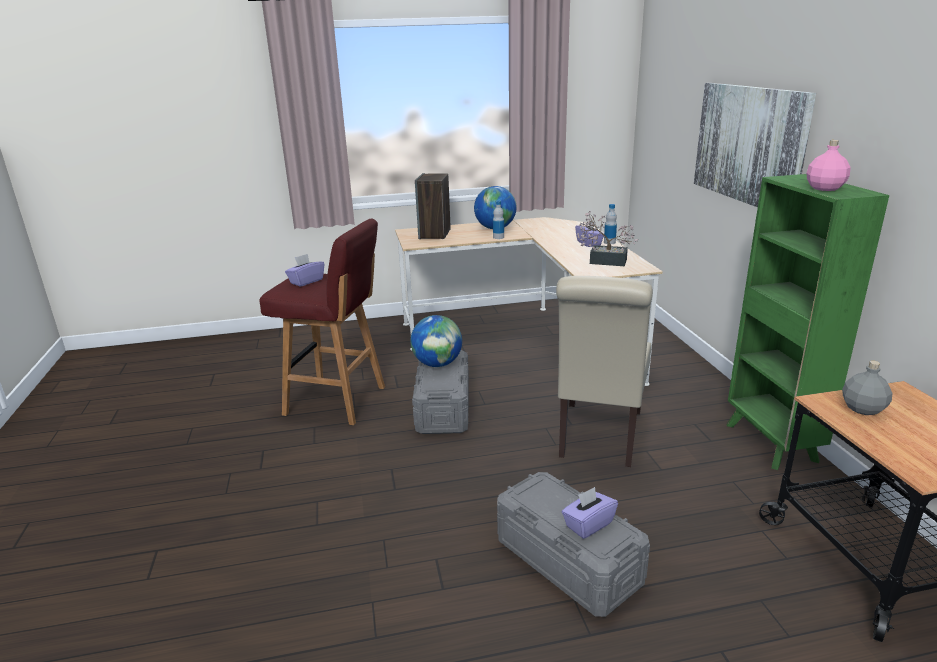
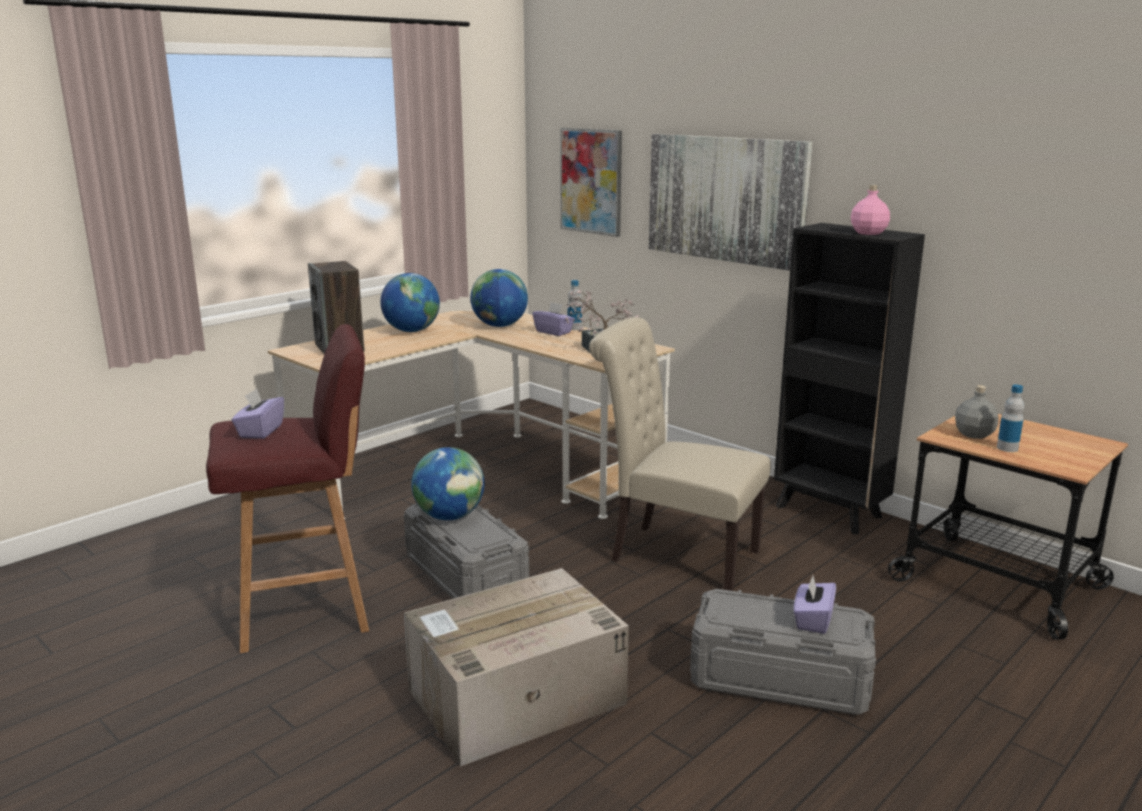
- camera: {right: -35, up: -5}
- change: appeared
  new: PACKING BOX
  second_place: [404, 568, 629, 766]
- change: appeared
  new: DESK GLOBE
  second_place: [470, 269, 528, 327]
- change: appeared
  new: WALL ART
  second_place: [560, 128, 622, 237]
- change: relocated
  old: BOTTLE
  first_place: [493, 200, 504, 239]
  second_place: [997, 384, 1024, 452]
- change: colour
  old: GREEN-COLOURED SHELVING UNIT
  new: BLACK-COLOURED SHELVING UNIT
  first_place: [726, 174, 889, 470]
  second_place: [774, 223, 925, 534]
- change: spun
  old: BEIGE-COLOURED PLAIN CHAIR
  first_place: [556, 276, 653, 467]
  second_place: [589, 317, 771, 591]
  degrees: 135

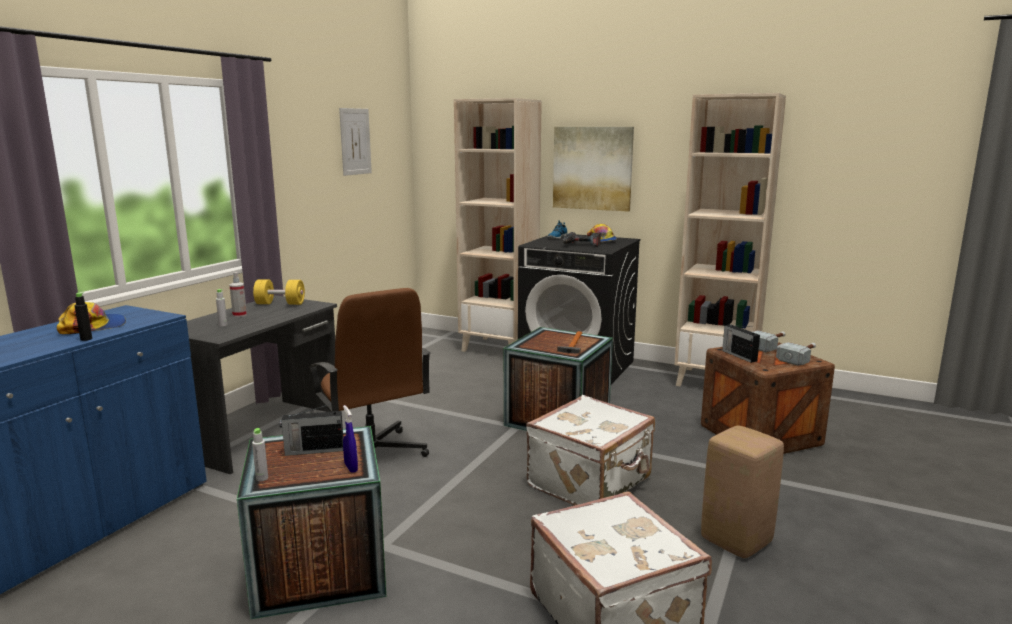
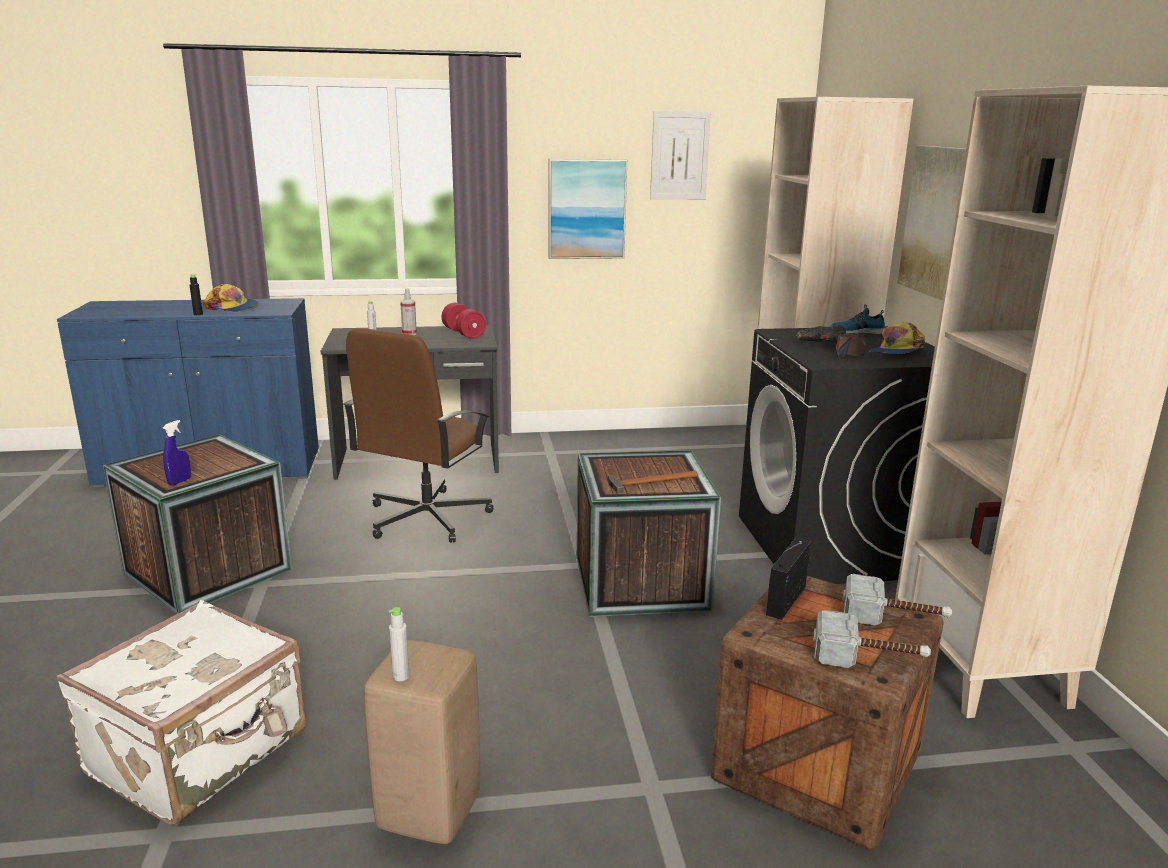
- camera: {right: 55, up: 5}
- change: missing
  old: RADIO RECEIVER
  first_place: [280, 403, 343, 456]
- change: missing
  old: WHITE TRAVEL CASE
  first_place: [526, 395, 655, 505]
- change: appeared
  new: WALL ART
  second_place: [548, 159, 627, 259]
- change: relocated
  old: GREYISH BOTTLE
  first_place: [252, 428, 268, 481]
  second_place: [389, 607, 410, 681]
- change: colour
  old: YELLOWISH DUMBBELL
  new: REDDISH DUMBBELL
  first_place: [253, 279, 305, 305]
  second_place: [442, 303, 486, 339]

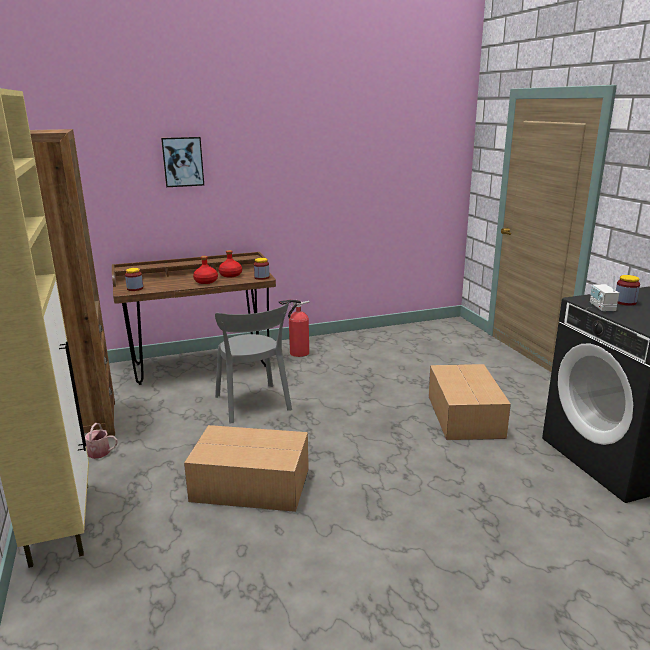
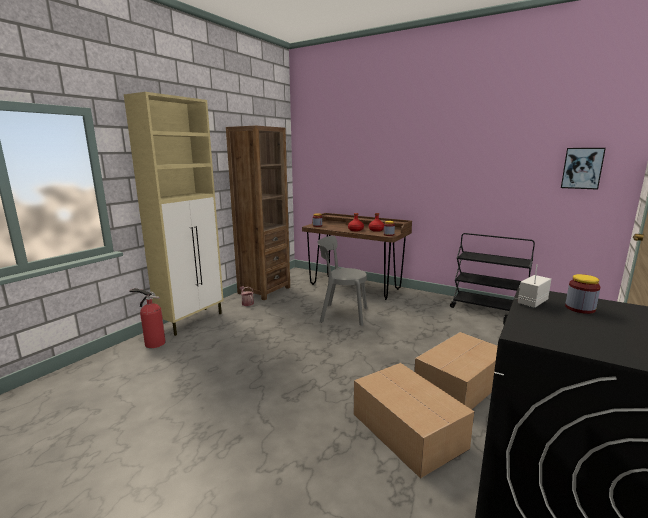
- camera: {right: 50, up: -5}
- change: appeared
  new: BLACK-COLOURED WHEELED CART
  second_place: [450, 233, 535, 311]
- change: relocated
  old: WALL ART
  first_place: [161, 137, 204, 187]
  second_place: [561, 148, 606, 190]
- change: relocated
  old: PACKING BOX
  first_place: [184, 425, 309, 512]
  second_place: [354, 363, 474, 479]
- change: relocated
  old: FIRE-FIGHTING CYLINDER
  first_place: [279, 300, 309, 357]
  second_place: [129, 288, 166, 348]
- change: spun
  old: GREYISH PLAIN CHAIR
  first_place: [215, 302, 292, 424]
  second_place: [317, 236, 367, 326]
  degrees: 75

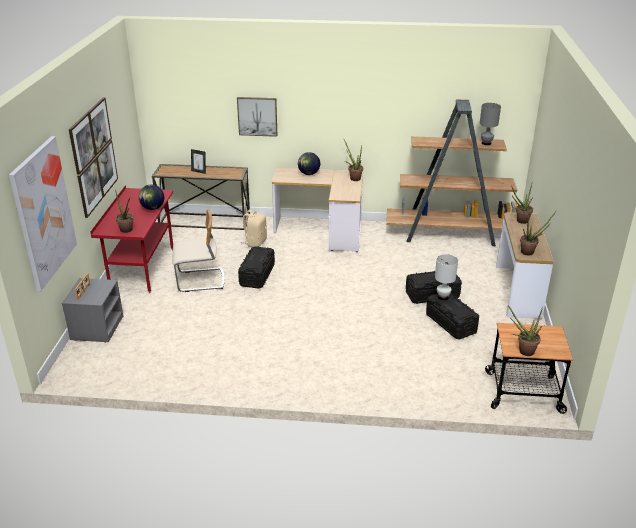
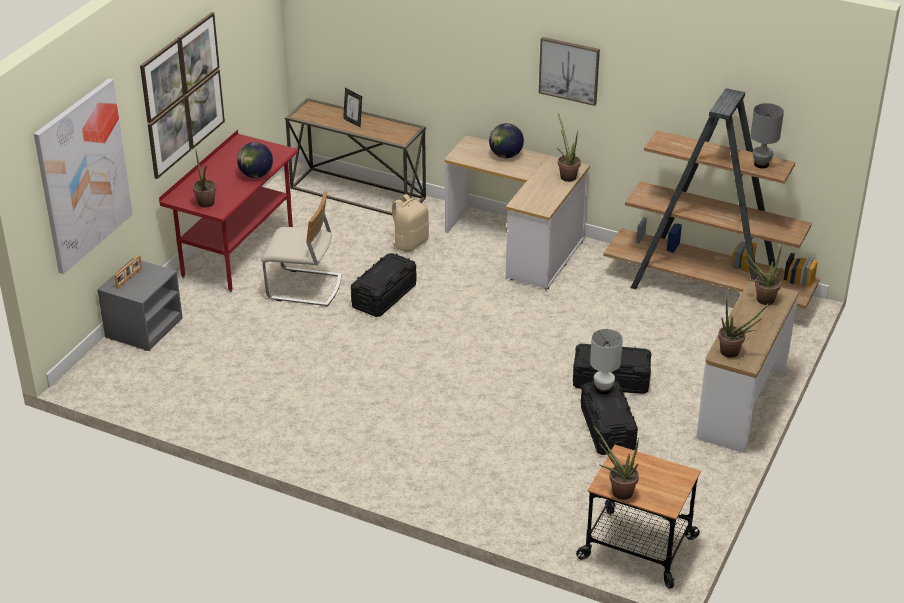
- camera: {right: 20, up: 5}
- change: relocated
  old: WALL ART
  first_place: [237, 97, 278, 137]
  second_place: [539, 37, 600, 106]

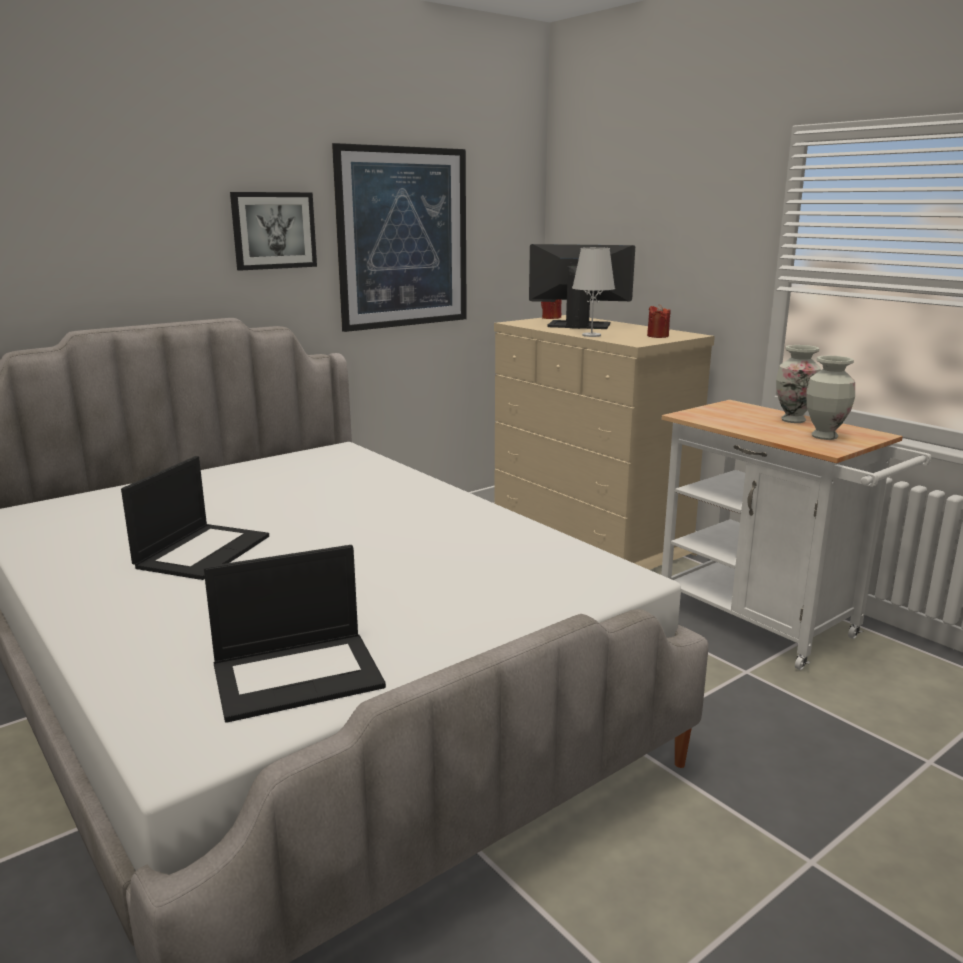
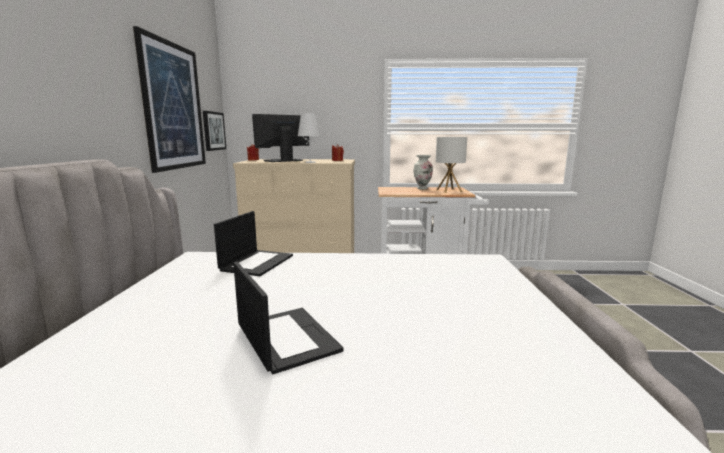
- camera: {right: -50, up: -5}
- change: relocated
  old: NOTEBOOK COMPUTER
  first_place: [204, 545, 386, 723]
  second_place: [214, 211, 293, 276]
- change: relocated
  old: WALL ART
  first_place: [230, 192, 317, 271]
  second_place: [203, 111, 226, 151]
- change: exchanged
  old: VASE
  new: TABLE LAMP
  first_place: [806, 356, 855, 440]
  second_place: [436, 137, 467, 193]

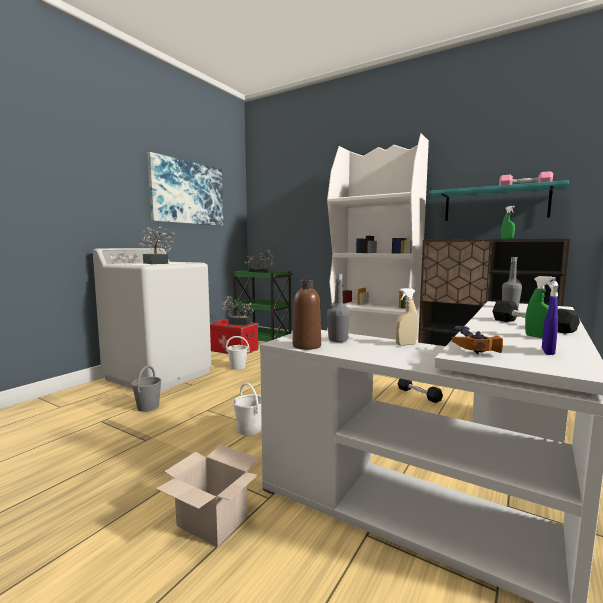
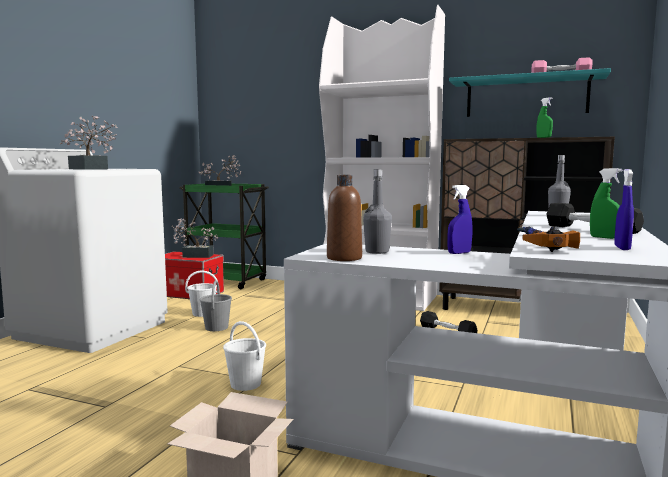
- camera: {right: -10, up: 0}
- change: missing
  old: WALL ART
  first_place: [148, 152, 223, 226]
- change: relocated
  old: GREYISH BUCKET
  first_place: [131, 365, 162, 412]
  second_place: [200, 280, 232, 331]
- change: colour
  old: BEIGE-COLOURED SPRAY BOTTLE
  new: BLUE-COLOURED SPRAY BOTTLE
  first_place: [395, 288, 418, 345]
  second_place: [447, 185, 473, 254]

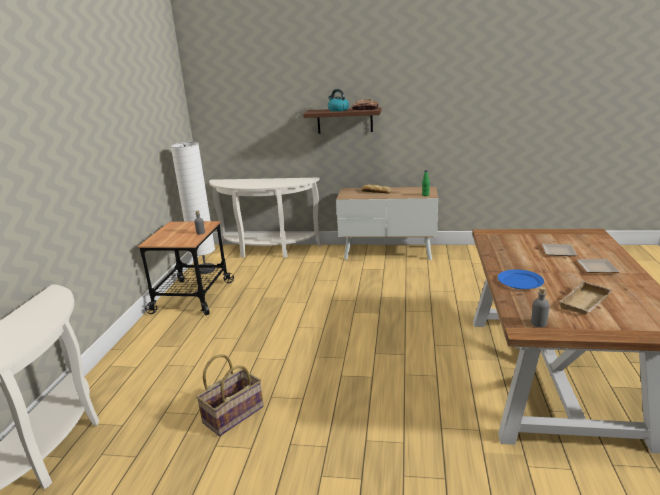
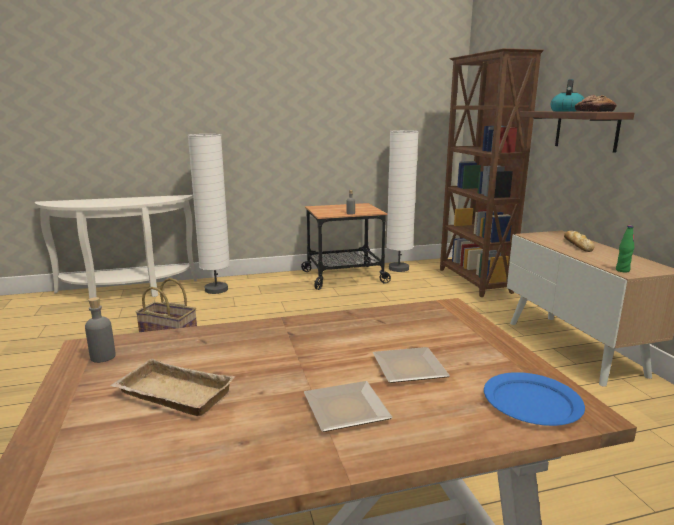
- camera: {right: 65, up: -5}
- change: appeared
  new: WHITE STANDING LAMP
  second_place: [188, 134, 230, 294]
- change: relocated
  old: BLUE-COLOURED PLATE
  first_place: [498, 269, 544, 289]
  second_place: [484, 372, 585, 426]
- change: exchanged
  old: WHITE NARROW TABLE
  new: BROWNISH SHELVING UNIT
  first_place: [209, 178, 321, 258]
  second_place: [440, 48, 544, 297]

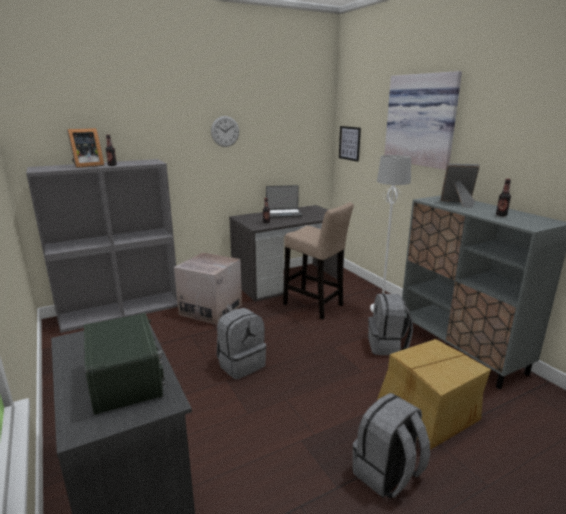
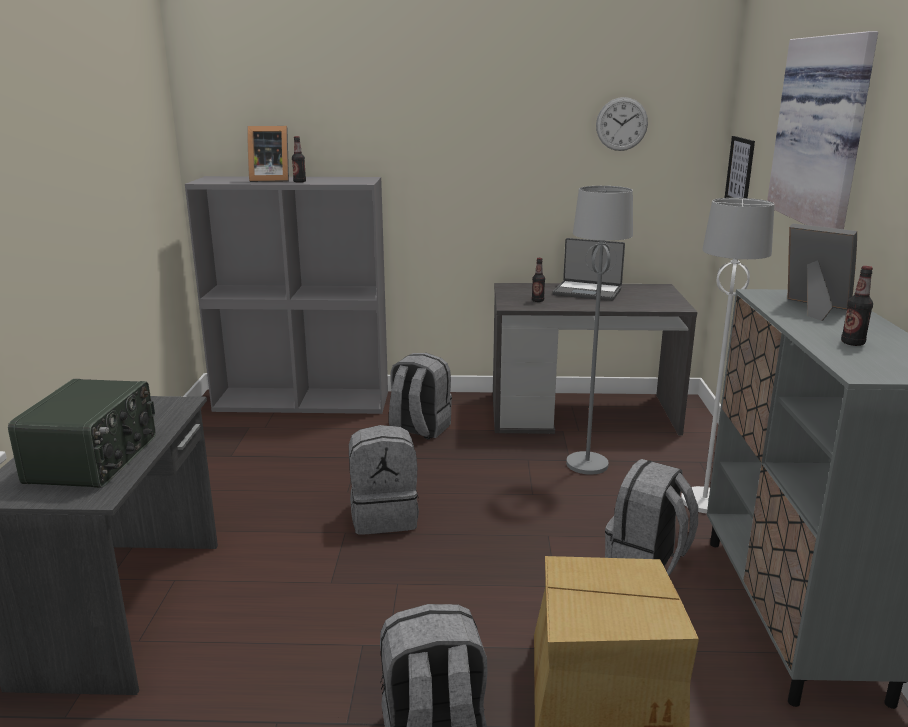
- camera: {right: 30, up: 0}
- change: relocated
  old: HANGING CLOCK
  first_place: [211, 116, 239, 147]
  second_place: [596, 97, 648, 151]
- change: exchanged
  old: PACKING BOX
  new: GREYISH RUCKSACK
  first_place: [174, 252, 242, 325]
  second_place: [389, 353, 452, 440]
- change: exchanged
  old: BEIGE-COLOURED STOOL SEAT
  new: GREYISH STANDING LAMP
  first_place: [283, 202, 354, 320]
  second_place: [566, 186, 633, 475]

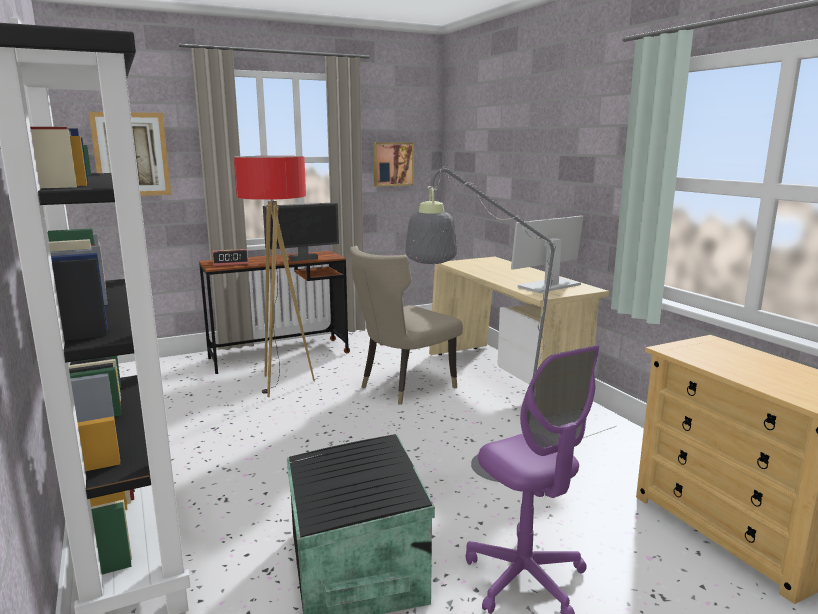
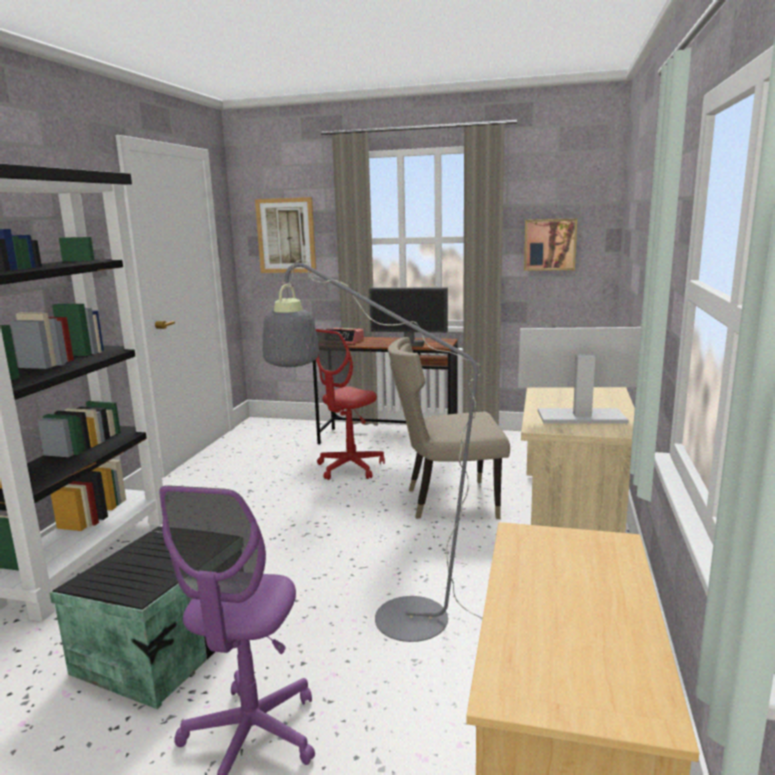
- camera: {right: 40, up: 0}
- change: exchanged
  old: STANDING LAMP
  new: REDDISH OFFICE CHAIR
  first_place: [234, 156, 315, 397]
  second_place: [316, 329, 385, 480]

